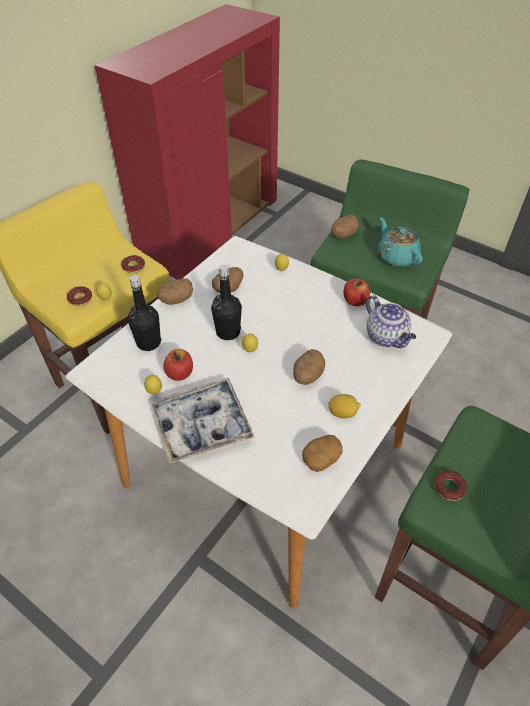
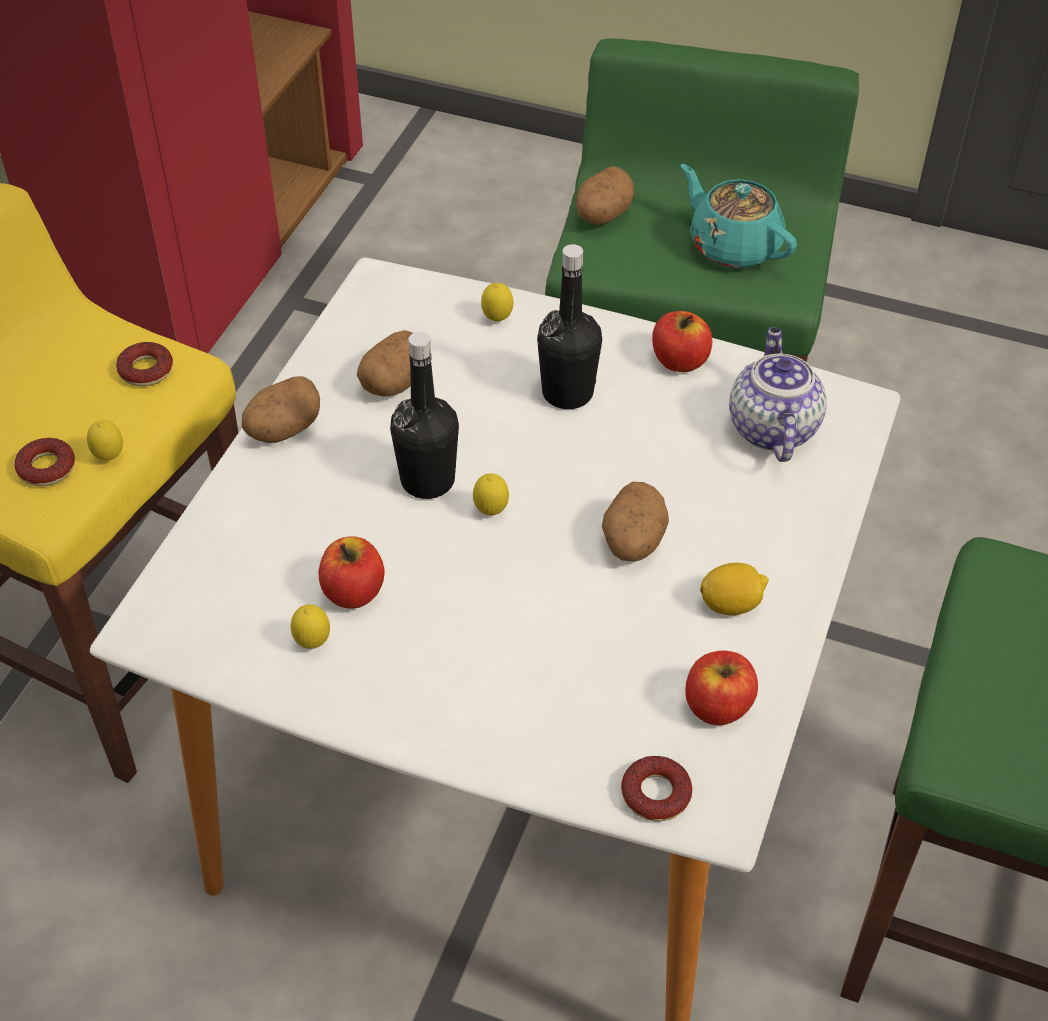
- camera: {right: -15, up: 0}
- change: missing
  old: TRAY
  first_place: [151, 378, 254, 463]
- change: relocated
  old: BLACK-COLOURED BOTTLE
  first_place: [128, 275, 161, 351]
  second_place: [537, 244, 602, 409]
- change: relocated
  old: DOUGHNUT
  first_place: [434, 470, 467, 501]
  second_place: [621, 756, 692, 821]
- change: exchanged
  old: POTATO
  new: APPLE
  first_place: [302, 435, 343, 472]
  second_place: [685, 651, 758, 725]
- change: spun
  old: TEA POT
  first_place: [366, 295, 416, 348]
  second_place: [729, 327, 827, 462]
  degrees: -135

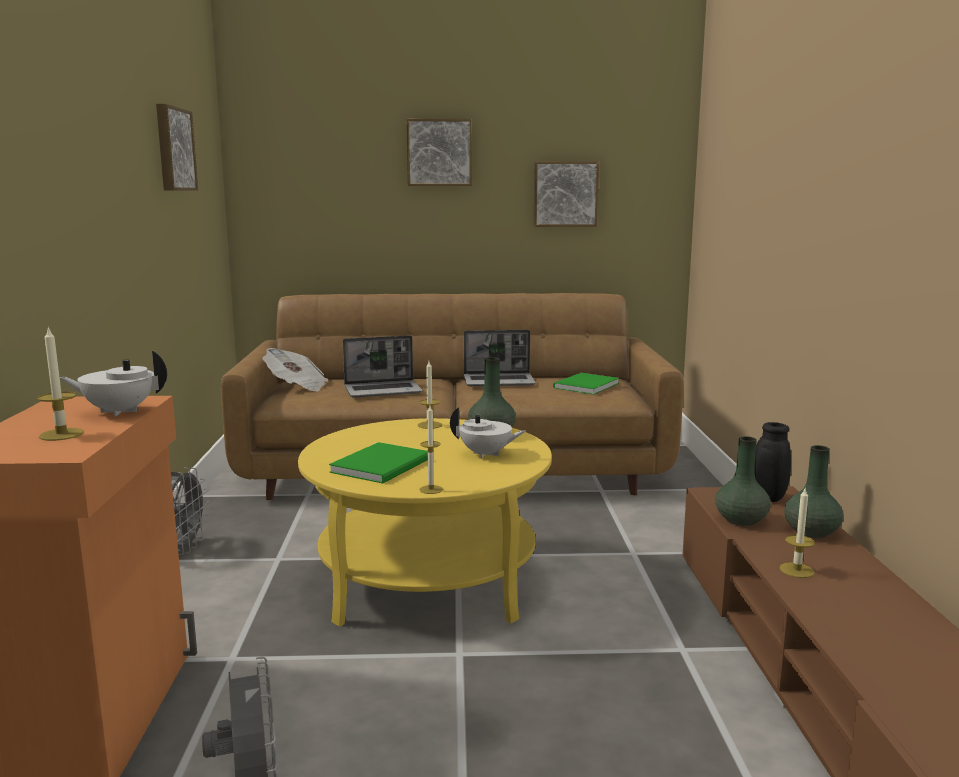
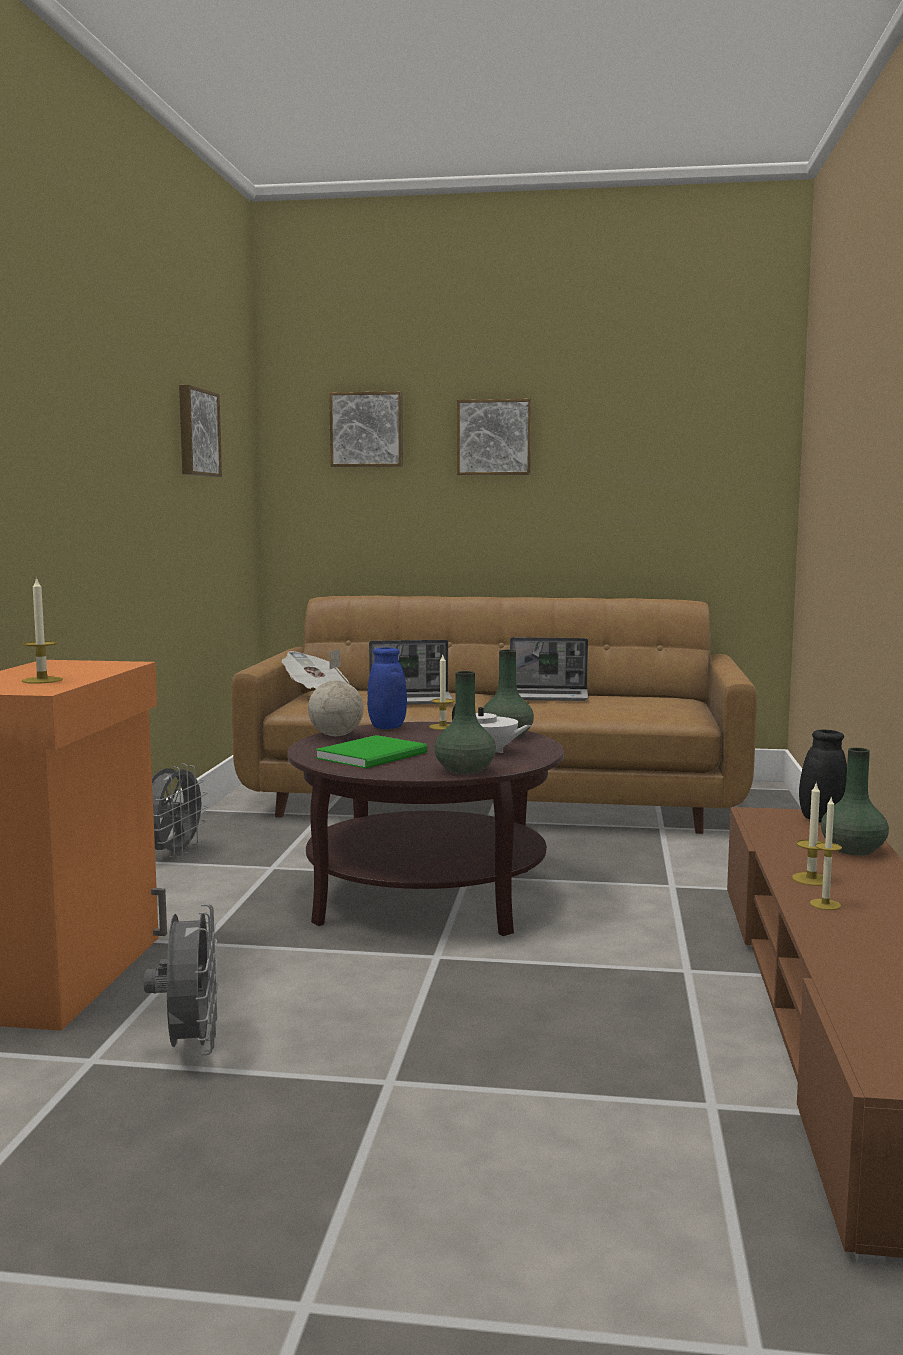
- camera: {right: 10, up: -5}
- change: missing
  old: WHITE TEA POT
  first_place: [60, 351, 167, 416]
- change: missing
  old: GREEN-COLOURED VOLUME
  first_place: [553, 373, 619, 395]
- change: appeared
  new: DESK GLOBE
  second_place: [308, 649, 364, 736]
- change: appeared
  new: BLUE-COLOURED VASE
  second_place: [367, 648, 407, 729]
- change: relocated
  old: CANDLE
  first_place: [420, 406, 443, 494]
  second_place: [810, 798, 842, 910]
- change: relocated
  old: WALL ART
  first_place: [534, 161, 599, 227]
  second_place: [329, 391, 403, 467]
- change: relocated
  old: GREEN-COLOURED VASE
  first_place: [715, 436, 771, 526]
  second_place: [434, 671, 496, 775]
- change: colour
  old: YELLOWISH COFFEE TABLE
  new: BROWNISH COFFEE TABLE
  first_place: [298, 418, 552, 627]
  second_place: [287, 722, 564, 936]

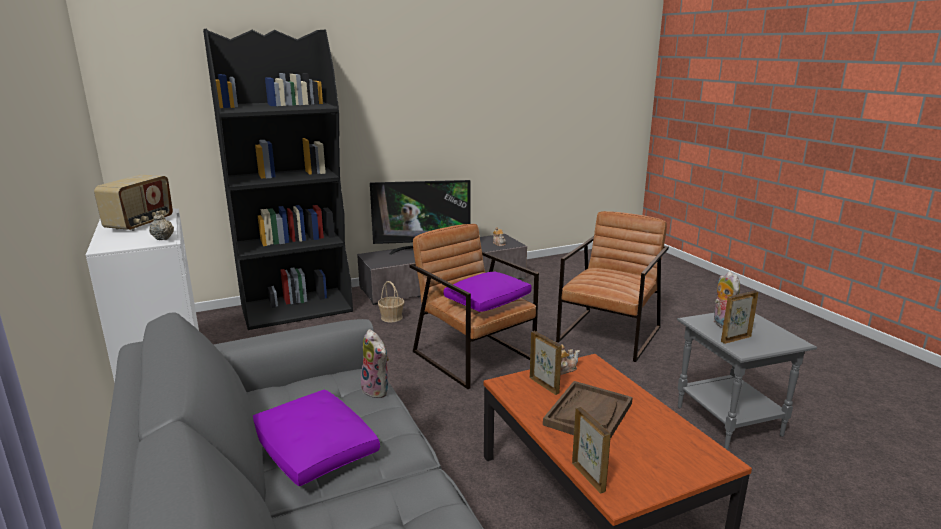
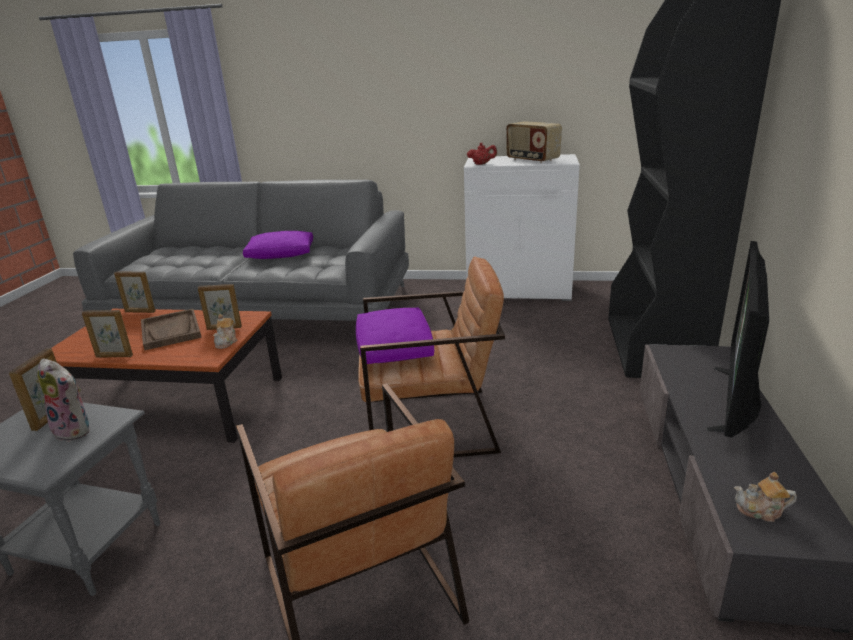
- camera: {right: 125, up: 5}
- change: missing
  old: SOFT TOY
  first_place: [361, 329, 389, 398]
- change: missing
  old: BASKET
  first_place: [378, 281, 404, 322]
- change: appeared
  new: STANDING FRAME
  second_place: [82, 310, 133, 357]
- change: colour
  old: BEIGE-COLOURED TEA POT
  new: REDDISH TEA POT
  first_place: [149, 211, 174, 240]
  second_place: [467, 143, 497, 165]

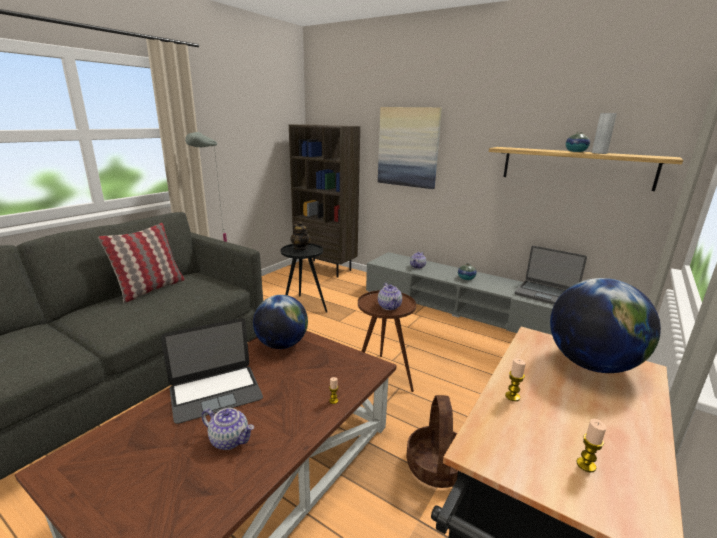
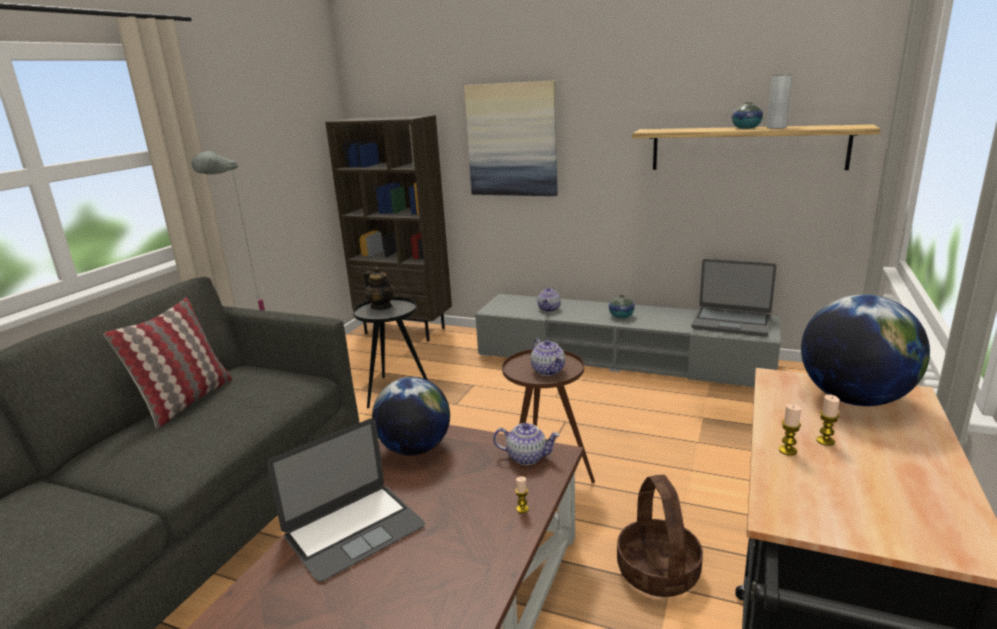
- camera: {right: -10, up: 0}
- change: relocated
  old: TEA POT
  first_place: [202, 408, 254, 450]
  second_place: [493, 423, 560, 465]
- change: relocated
  old: CANDLE
  first_place: [576, 419, 606, 472]
  second_place: [816, 394, 840, 446]

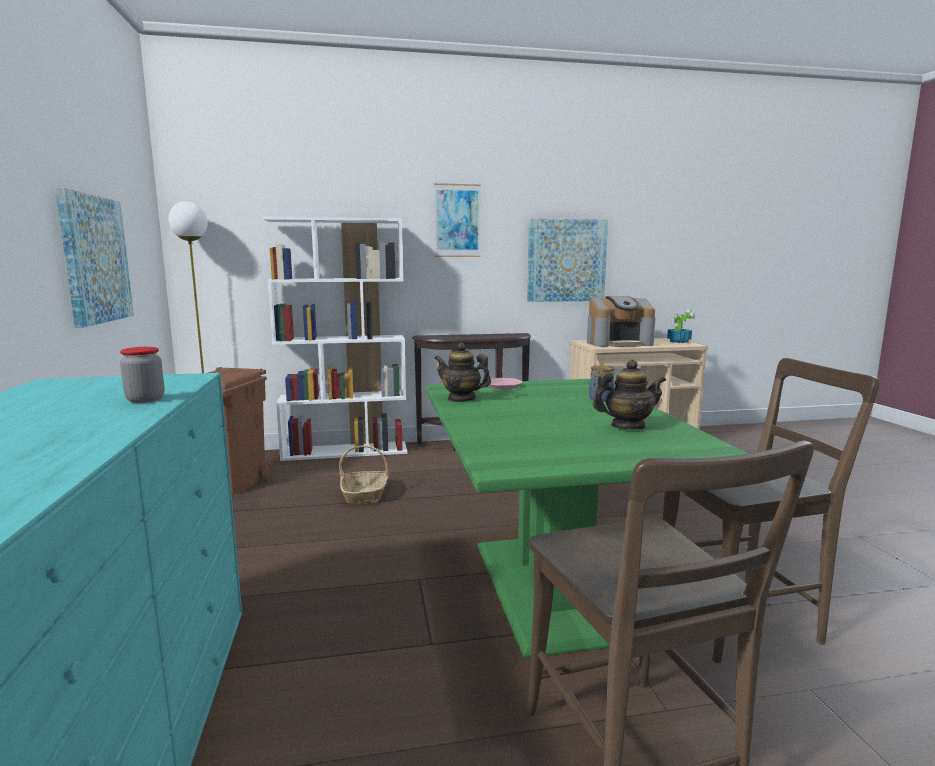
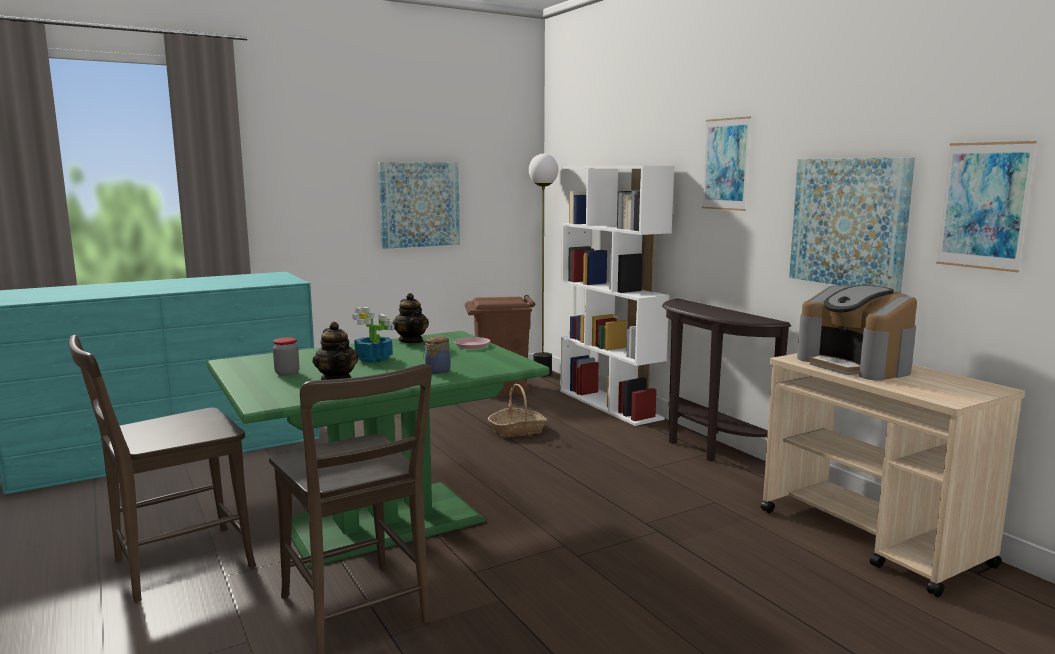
- camera: {right: 70, up: 0}
- change: appeared
  new: WALL ART
  second_place: [936, 141, 1037, 272]
- change: relocated
  old: STORAGE JAR
  first_place: [120, 347, 165, 403]
  second_place: [273, 338, 299, 376]
- change: relocated
  old: POTTED PLANT
  first_place: [667, 309, 695, 343]
  second_place: [352, 307, 395, 363]
- change: spun
  old: TEA POT
  first_place: [434, 343, 491, 402]
  second_place: [393, 293, 429, 343]
  degrees: 150

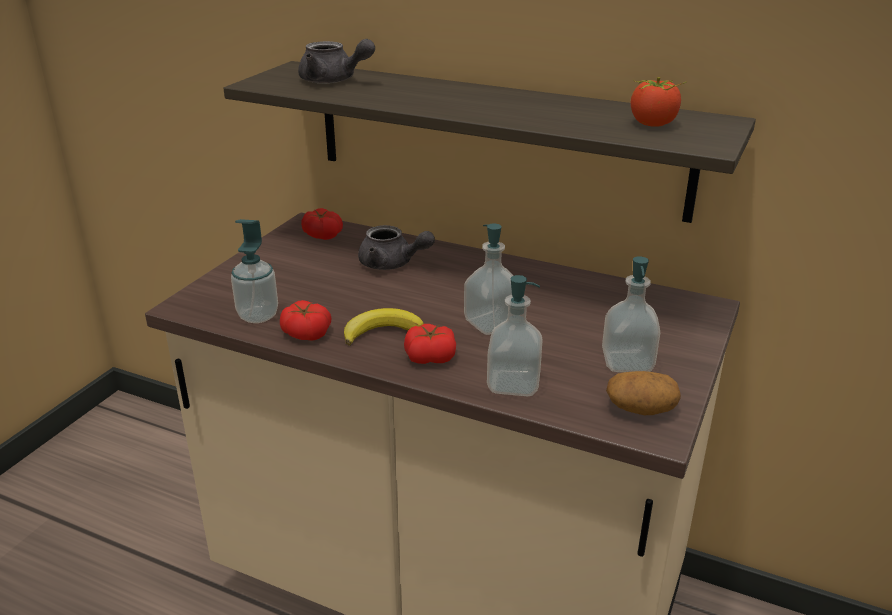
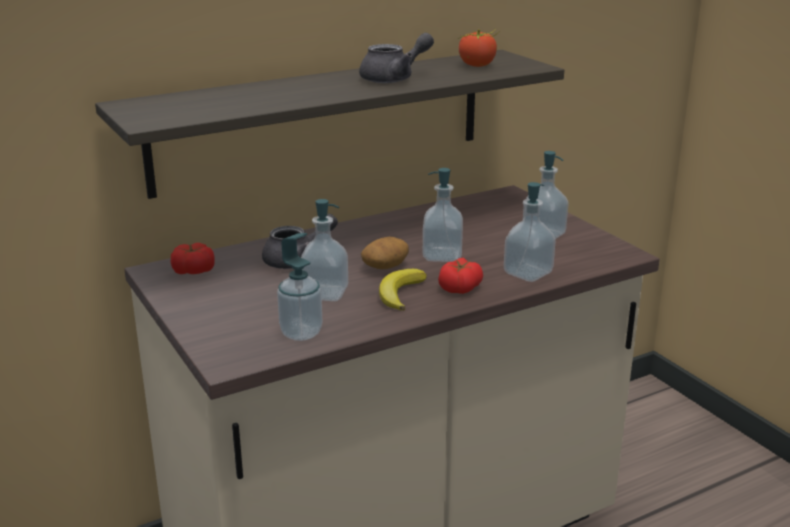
- camera: {right: -55, up: -5}
- change: missing
  old: FRESH TOMATO
  first_place: [280, 300, 332, 341]
- change: appeared
  new: SOAP BOTTLE
  second_place: [301, 199, 348, 301]
- change: relocated
  old: GREYISH TEA POT
  first_place: [298, 39, 375, 84]
  second_place: [359, 33, 434, 83]
- change: relocated
  old: POTATO
  first_place: [606, 371, 681, 415]
  second_place: [361, 237, 409, 269]

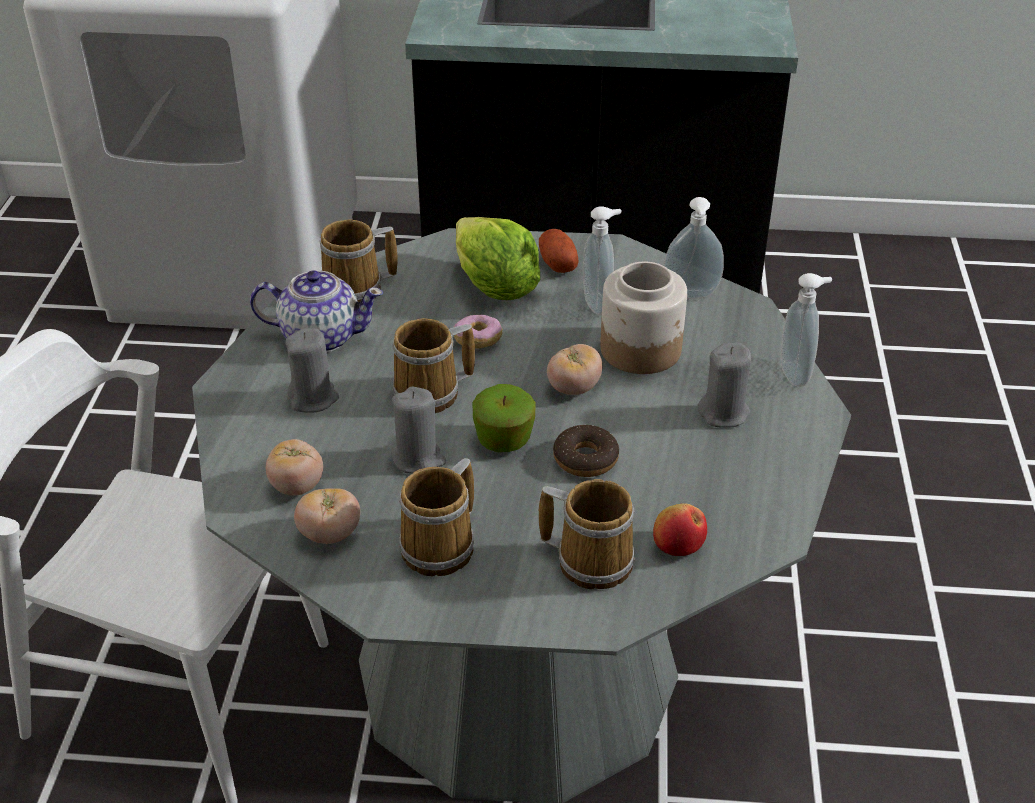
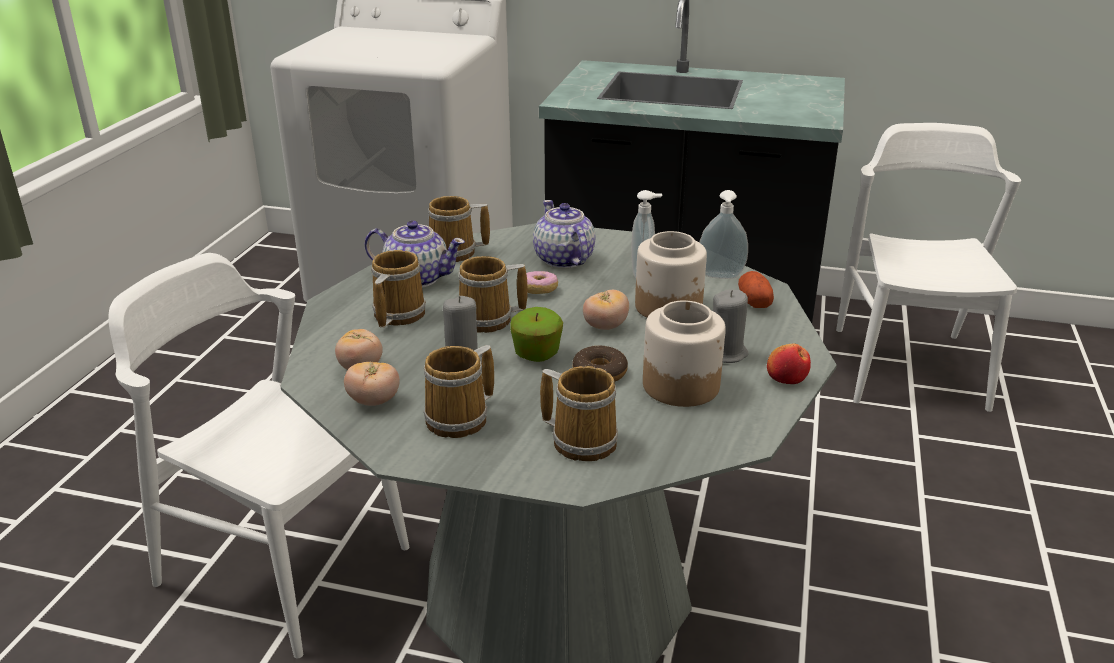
- camera: {right: 10, up: -10}
- change: missing
  old: SOAP BOTTLE
  first_place: [781, 273, 832, 387]
- change: appeared
  new: STORAGE JAR
  second_place: [643, 300, 726, 407]
- change: appeared
  new: WHITE PLAIN CHAIR
  second_place: [836, 123, 1021, 412]
- change: relocated
  old: POTATO
  first_place: [539, 229, 579, 273]
  second_place: [738, 271, 774, 308]
- change: relocated
  old: APPLE
  first_place: [653, 503, 707, 556]
  second_place: [767, 344, 811, 384]
- change: exchanged
  old: GREYISH CANDLE
  new: TEA MUG
  first_place: [286, 328, 339, 412]
  second_place: [371, 250, 426, 328]
- change: exchanged
  old: LETTUCE
  new: TEA POT
  first_place: [456, 217, 540, 300]
  second_place: [533, 200, 596, 269]

